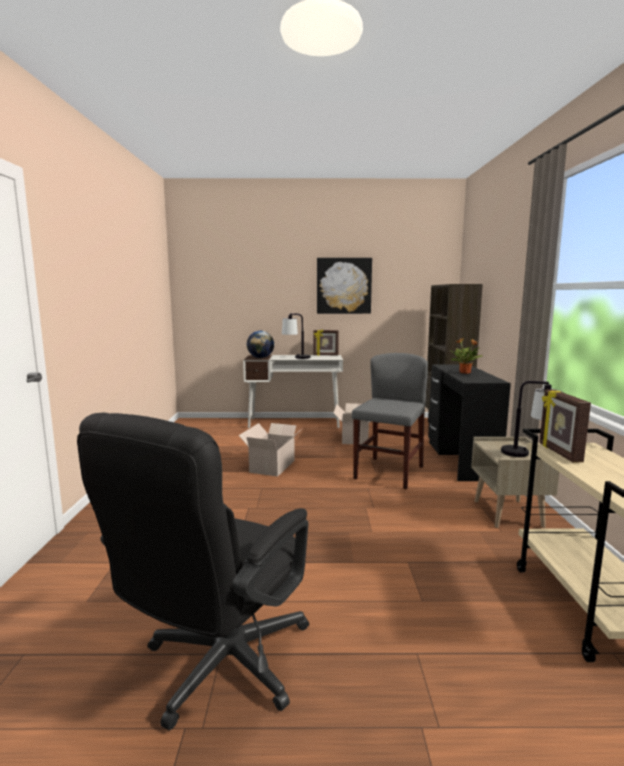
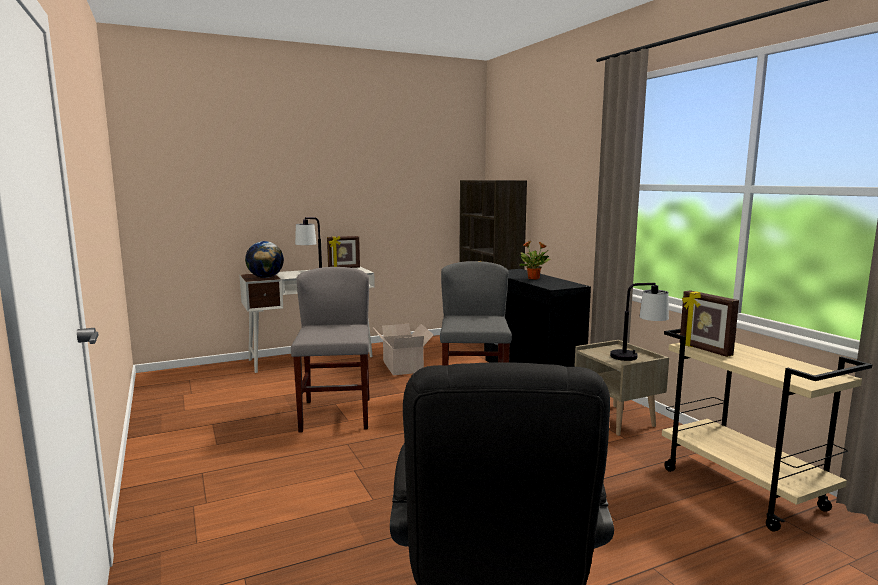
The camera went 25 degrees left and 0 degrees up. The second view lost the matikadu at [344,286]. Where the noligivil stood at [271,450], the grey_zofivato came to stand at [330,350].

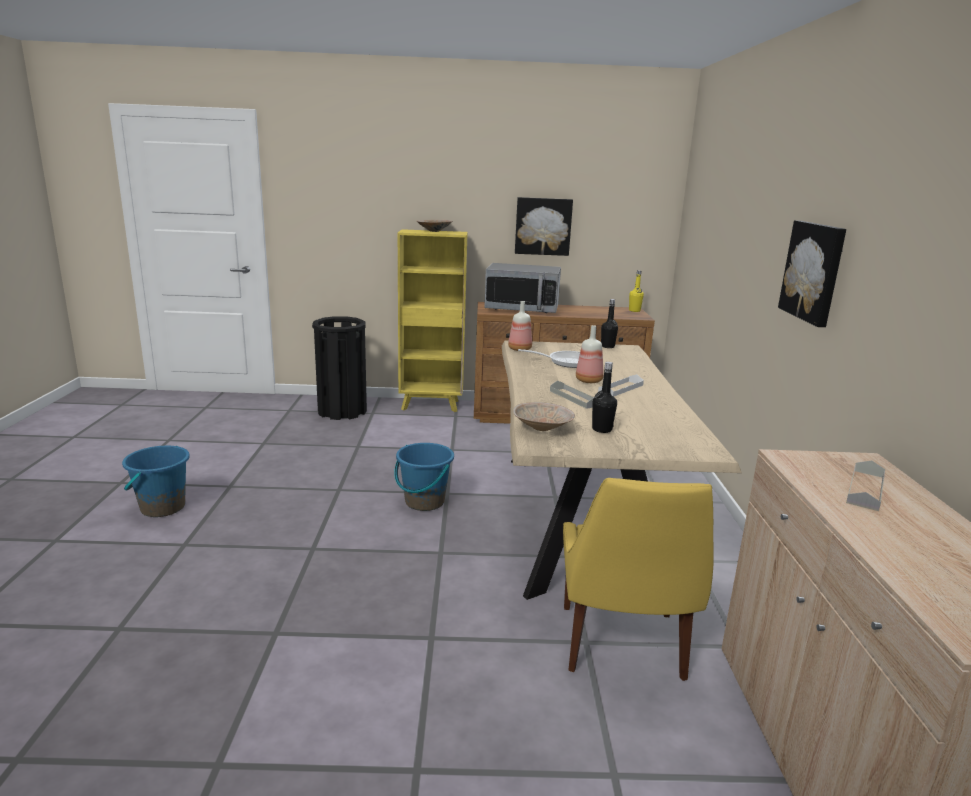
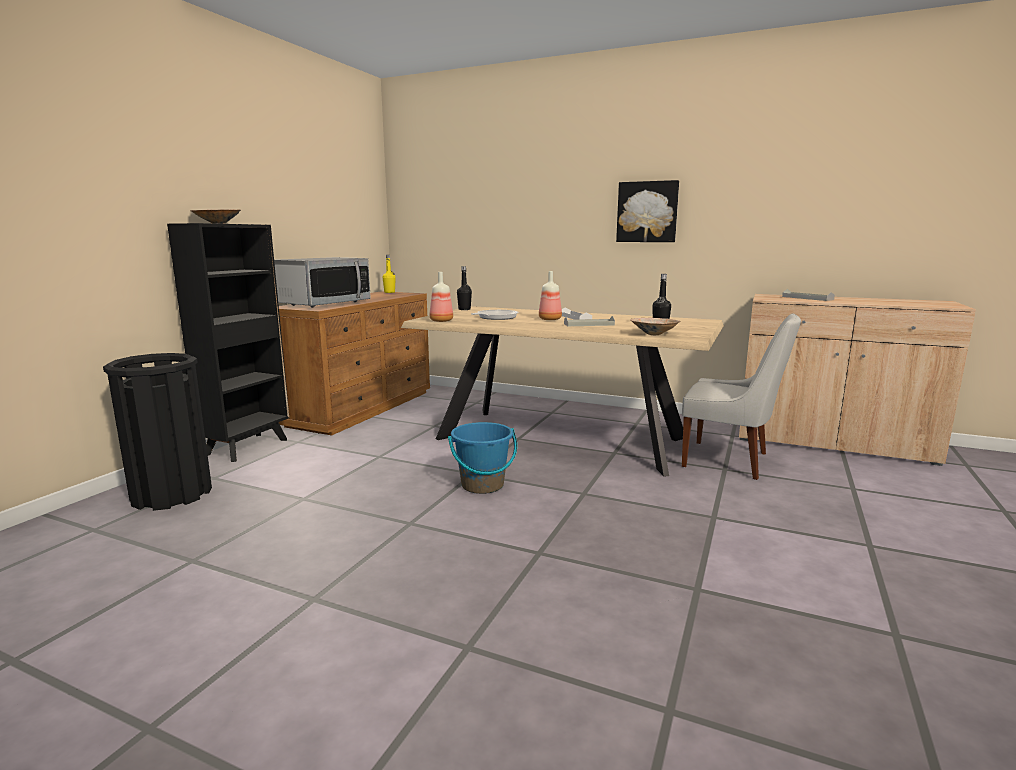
The camera went 65 degrees left and 5 degrees down. The second view lost the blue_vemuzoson at [156,481]. The second view lost the matikadu at [544,226]. What was the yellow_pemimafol at [433,320] turned into the black_pemimafol at [228,342]. What was the yellow_zofivato at [638,579] turned into the white_zofivato at [741,397].

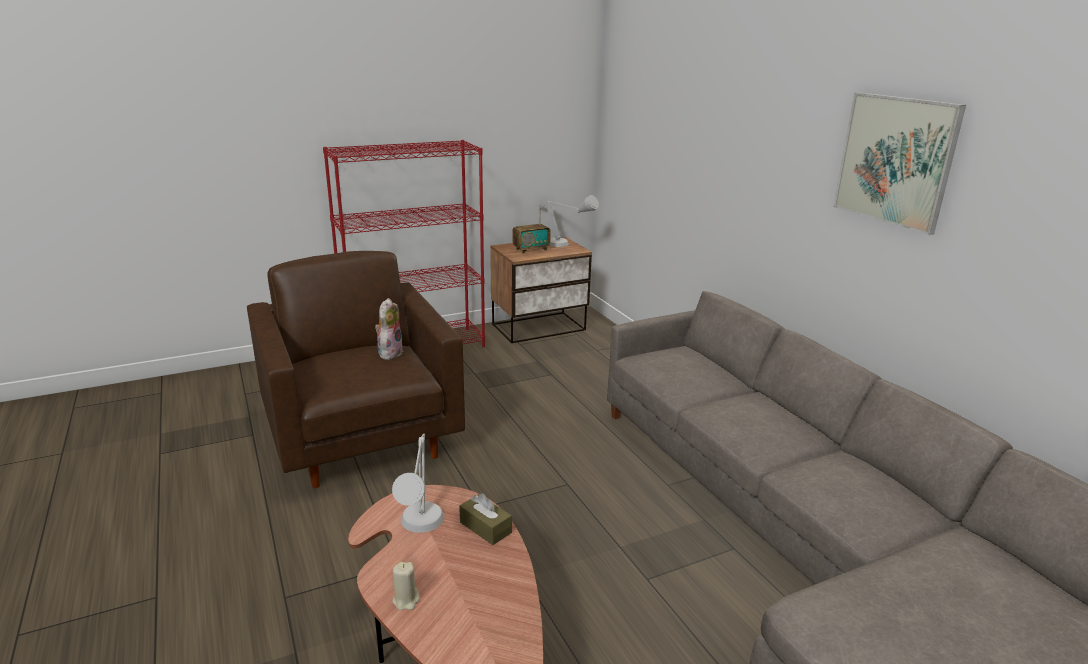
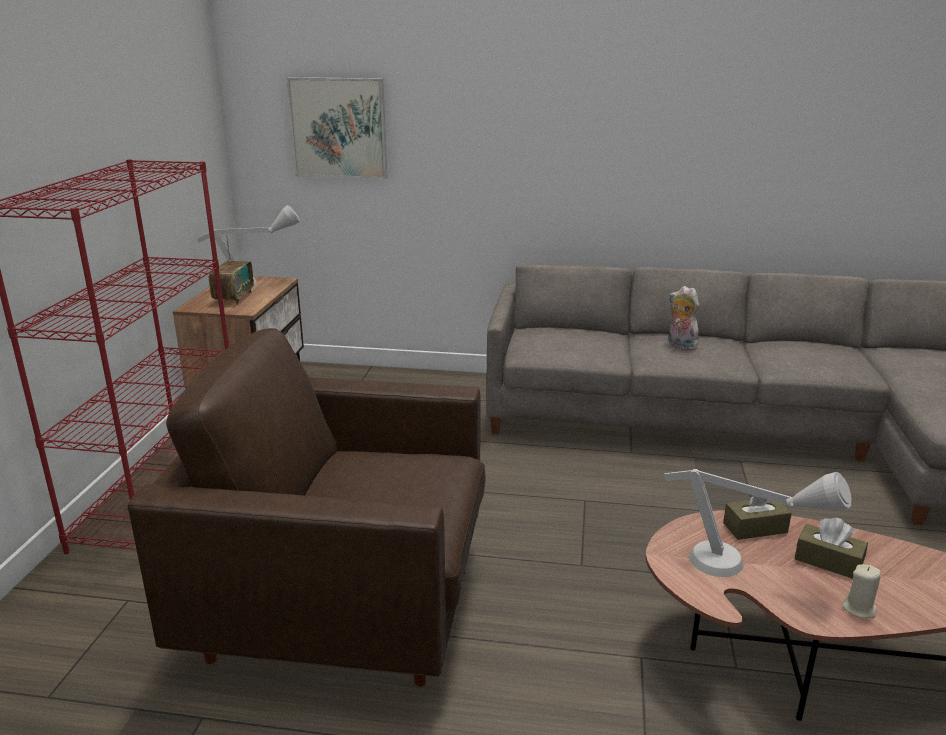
The camera went 55 degrees left and 0 degrees up. The second view gained the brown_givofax at [831,548]. The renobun ended up elsewhere, having gone from [389,329] to [683,318]. The matikadu ended up elsewhere, having gone from [899,163] to [337,128].

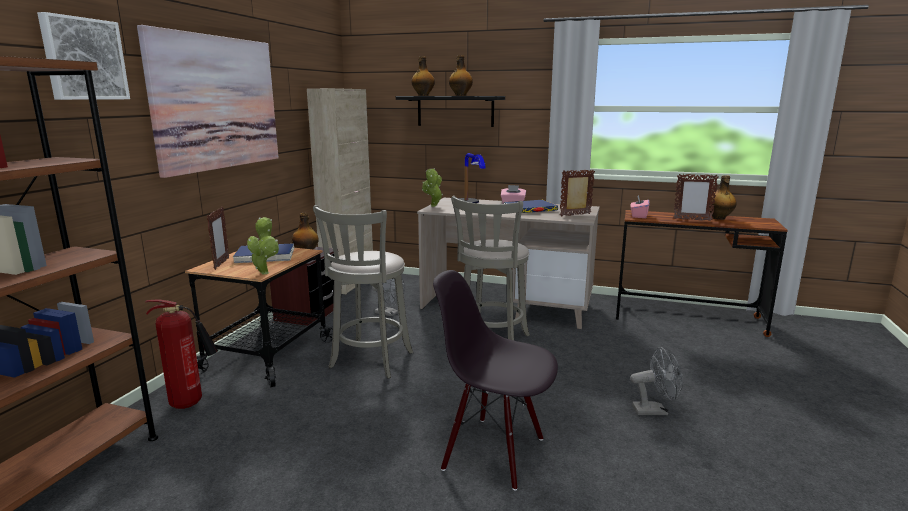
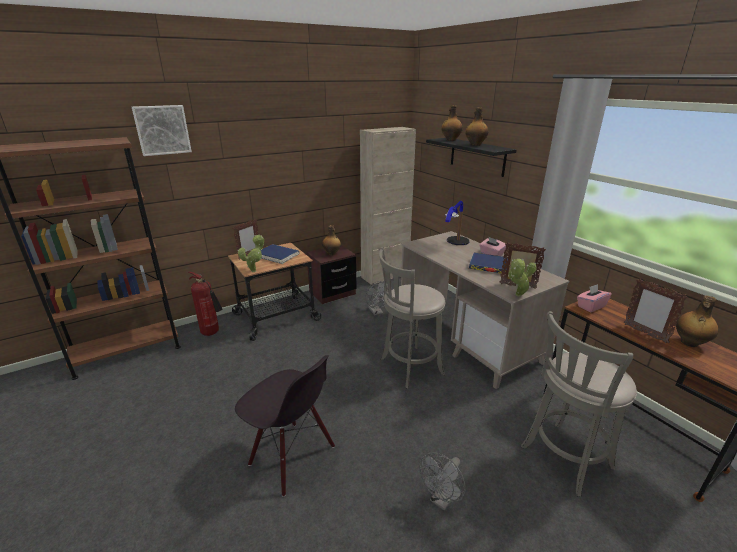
The camera went 40 degrees right and 10 degrees up. The second view lost the matikadu at [208,101]. The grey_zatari ended up elsewhere, having gone from [363,291] to [579,404]. The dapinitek ended up elsewhere, having gone from [432,187] to [522,277]. The black_zofivato at [495,380] ended up facing another way, 150 degrees clockwise from before. The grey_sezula at [656,381] ended up facing another way, 90 degrees clockwise from before.

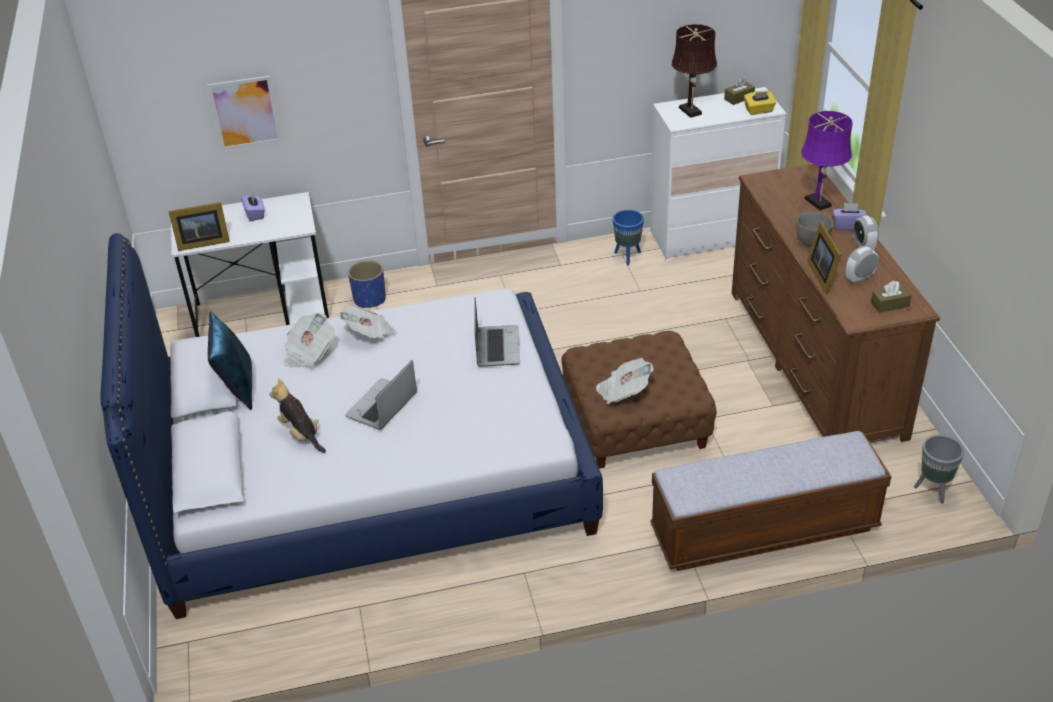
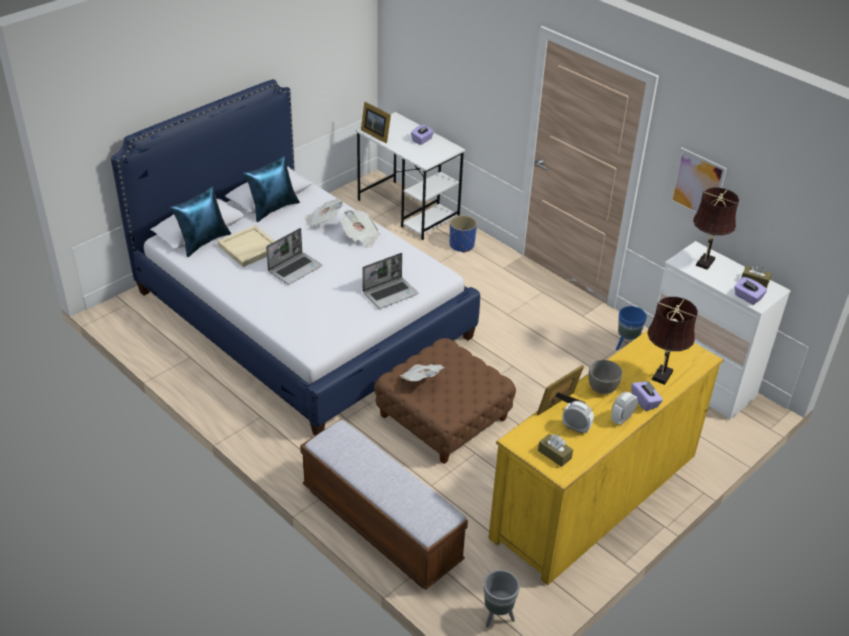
The camera went 55 degrees right and 0 degrees up. The second view gained the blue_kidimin at [200,221]. The matikadu ended up elsewhere, having gone from [244,113] to [698,180]. Where the renobun stood at [297,415], the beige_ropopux came to stand at [246,246]. What was the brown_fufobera at [836,303] turned into the yellow_fufobera at [606,457]. What was the yellow_givofax at [760,103] turned into the purple_givofax at [750,291]. What was the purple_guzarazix at [827,161] turned into the brown_guzarazix at [672,341]. The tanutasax at [381,395] ended up facing another way, 135 degrees clockwise from before.

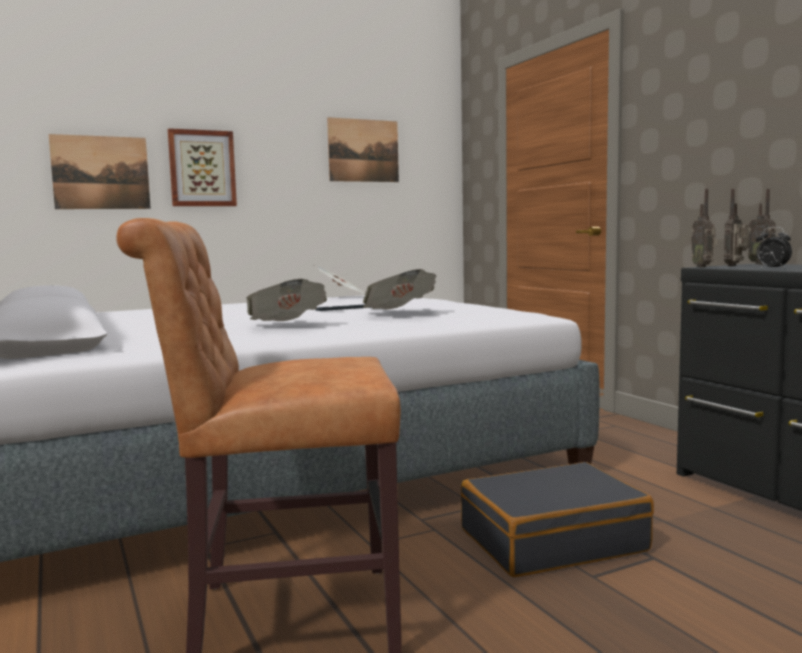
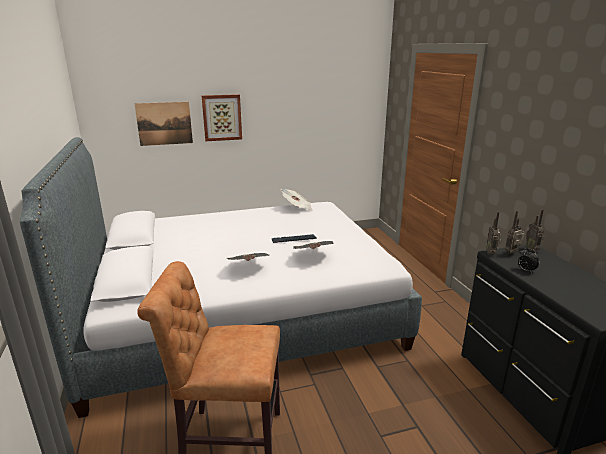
The camera went 10 degrees right and 15 degrees up. The second view lost the matikadu at [363,149]. The second view lost the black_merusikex at [557,519].

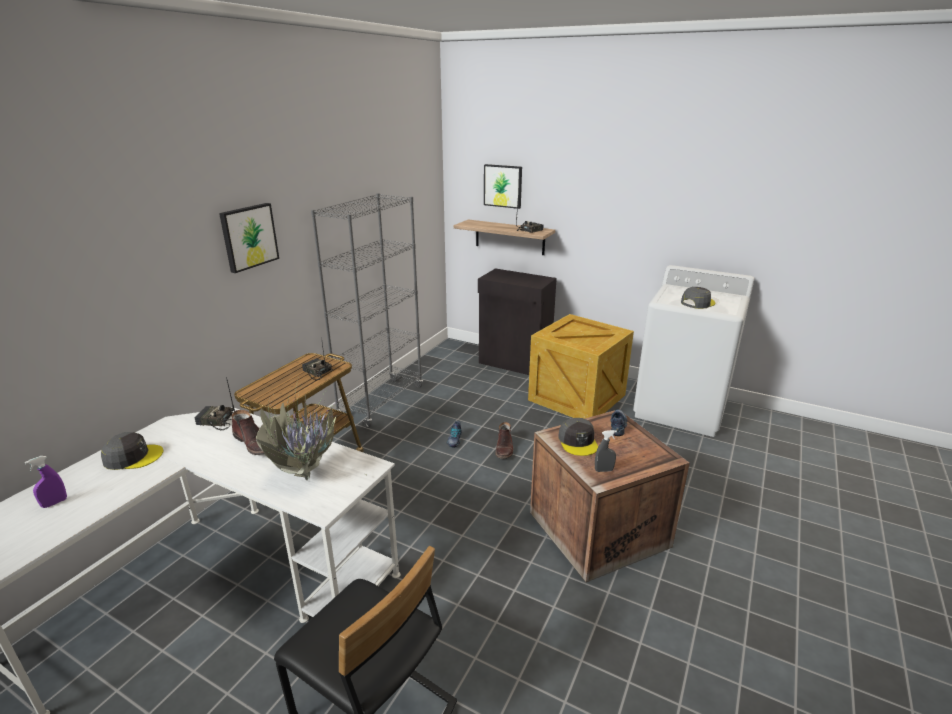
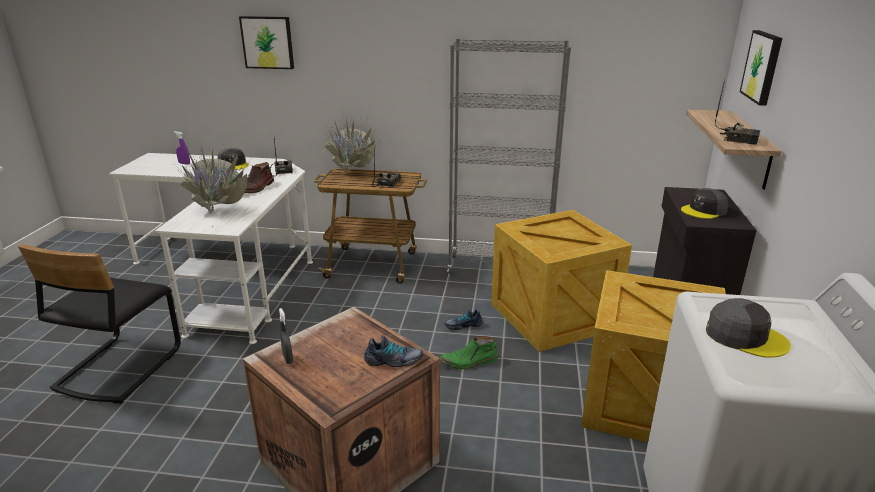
The camera went 70 degrees right and 0 degrees up. The second view gained the dapinitek at [346,148]. The second view gained the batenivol at [561,281]. The matikadu ended up elsewhere, having gone from [249,238] to [266,42]. The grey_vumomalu ended up elsewhere, having gone from [578,437] to [704,203]. What was the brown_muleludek at [504,440] turned into the green_muleludek at [469,352].

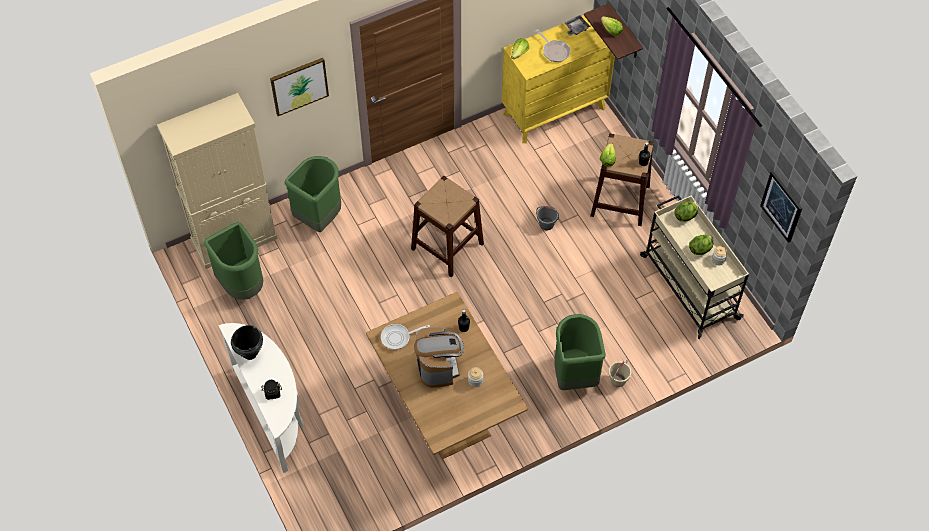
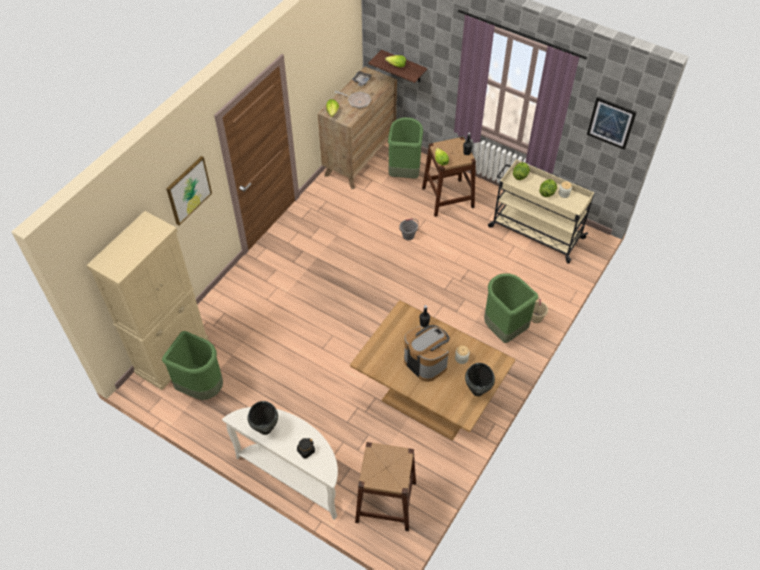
The camera went 30 degrees left and 5 degrees down. The second view lost the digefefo at [405,337]. The second view gained the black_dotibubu at [480,379]. The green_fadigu ended up elsewhere, having gone from [312,194] to [405,147]. The brown_zatari ended up elsewhere, having gone from [447,226] to [385,486]. What was the yellow_fufobera at [558,79] turned into the brown_fufobera at [357,127].

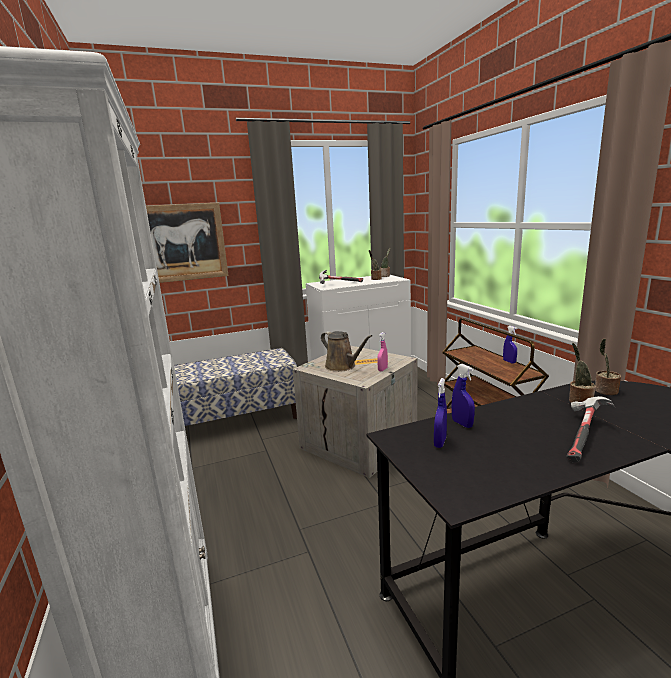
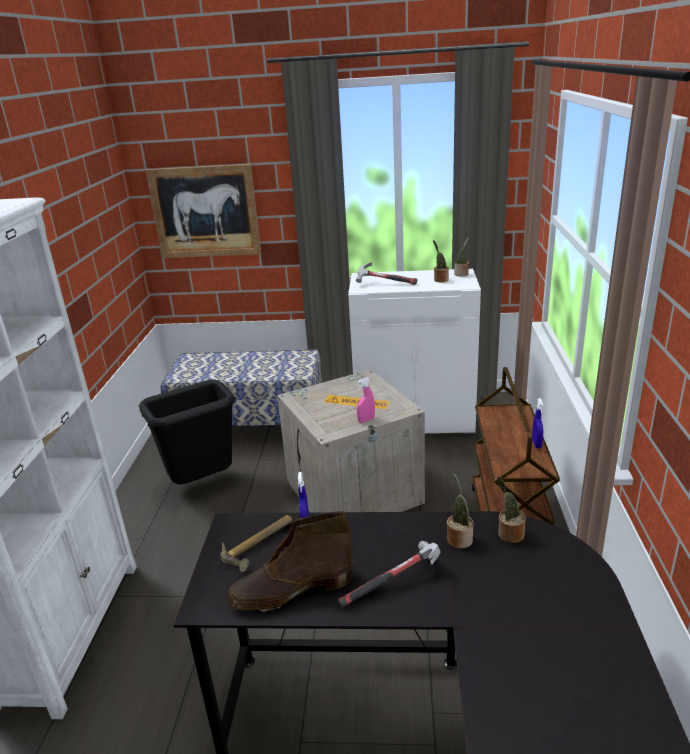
The camera went 25 degrees right and 10 degrees up. The second view lost the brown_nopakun at [346,351]. The second view gained the black_fadigu at [187,431]. The second view gained the brown_muleludek at [290,561]. Where the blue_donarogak stood at [440,413], the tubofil came to stand at [256,543].

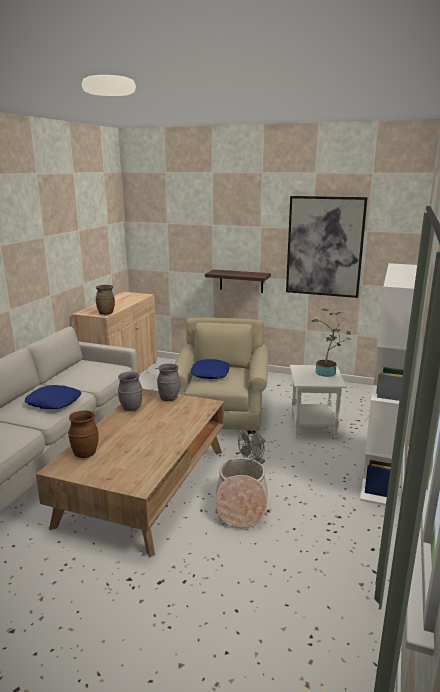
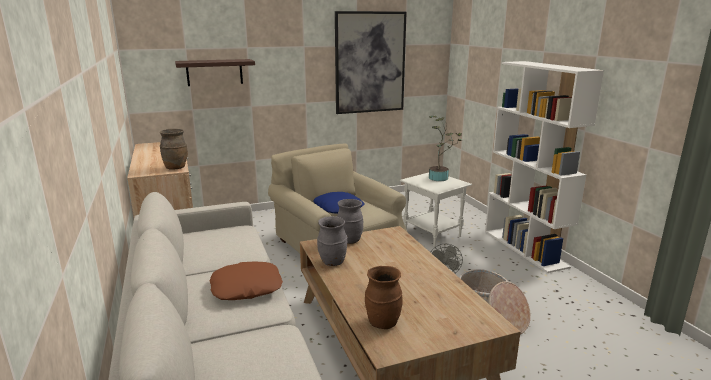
The camera went 40 degrees left and 0 degrees up. The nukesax ended up elsewhere, having gone from [238,281] to [215,72]. What was the blue_kidimin at [53,397] turned into the brown_kidimin at [246,280].

